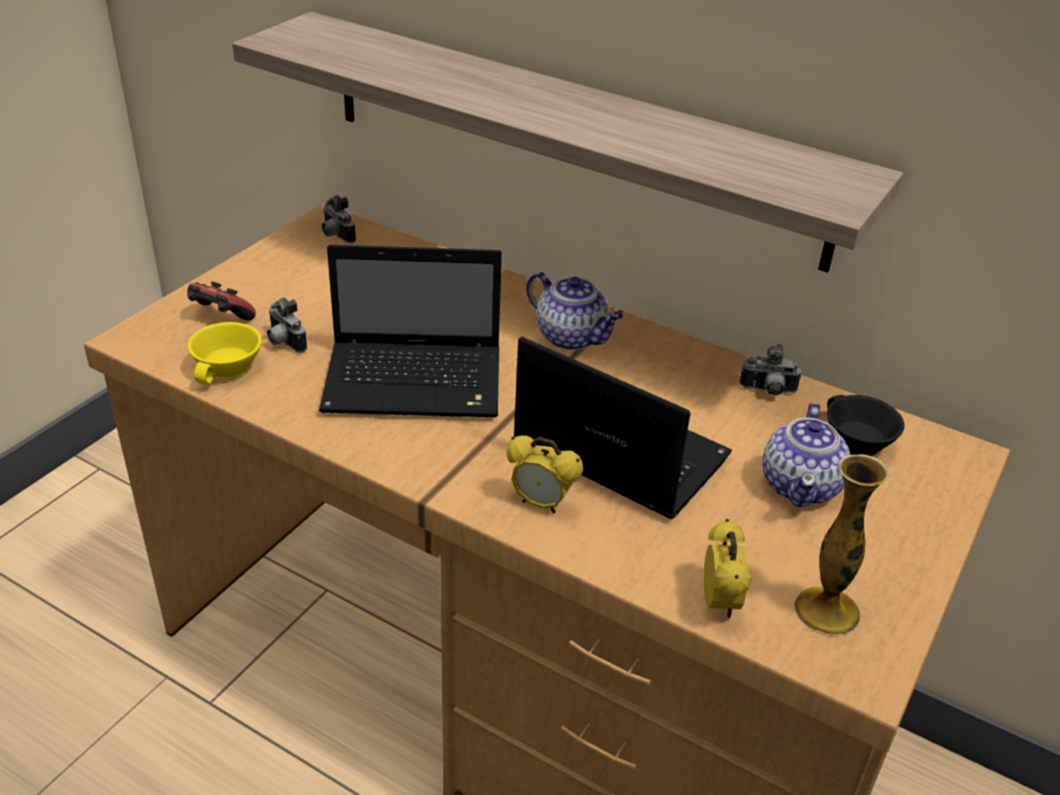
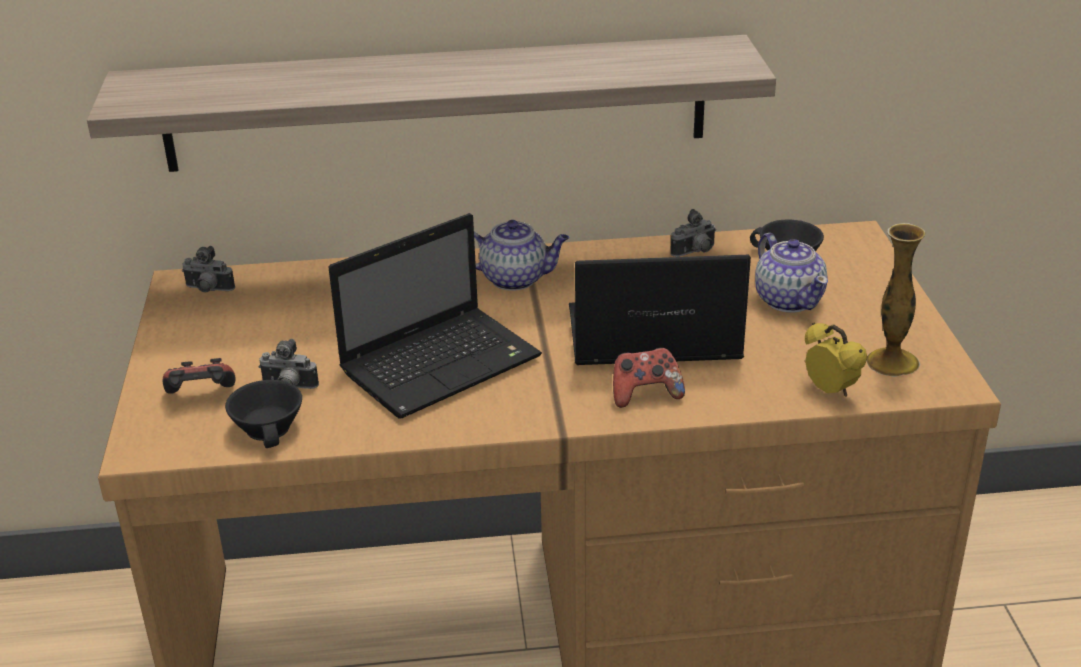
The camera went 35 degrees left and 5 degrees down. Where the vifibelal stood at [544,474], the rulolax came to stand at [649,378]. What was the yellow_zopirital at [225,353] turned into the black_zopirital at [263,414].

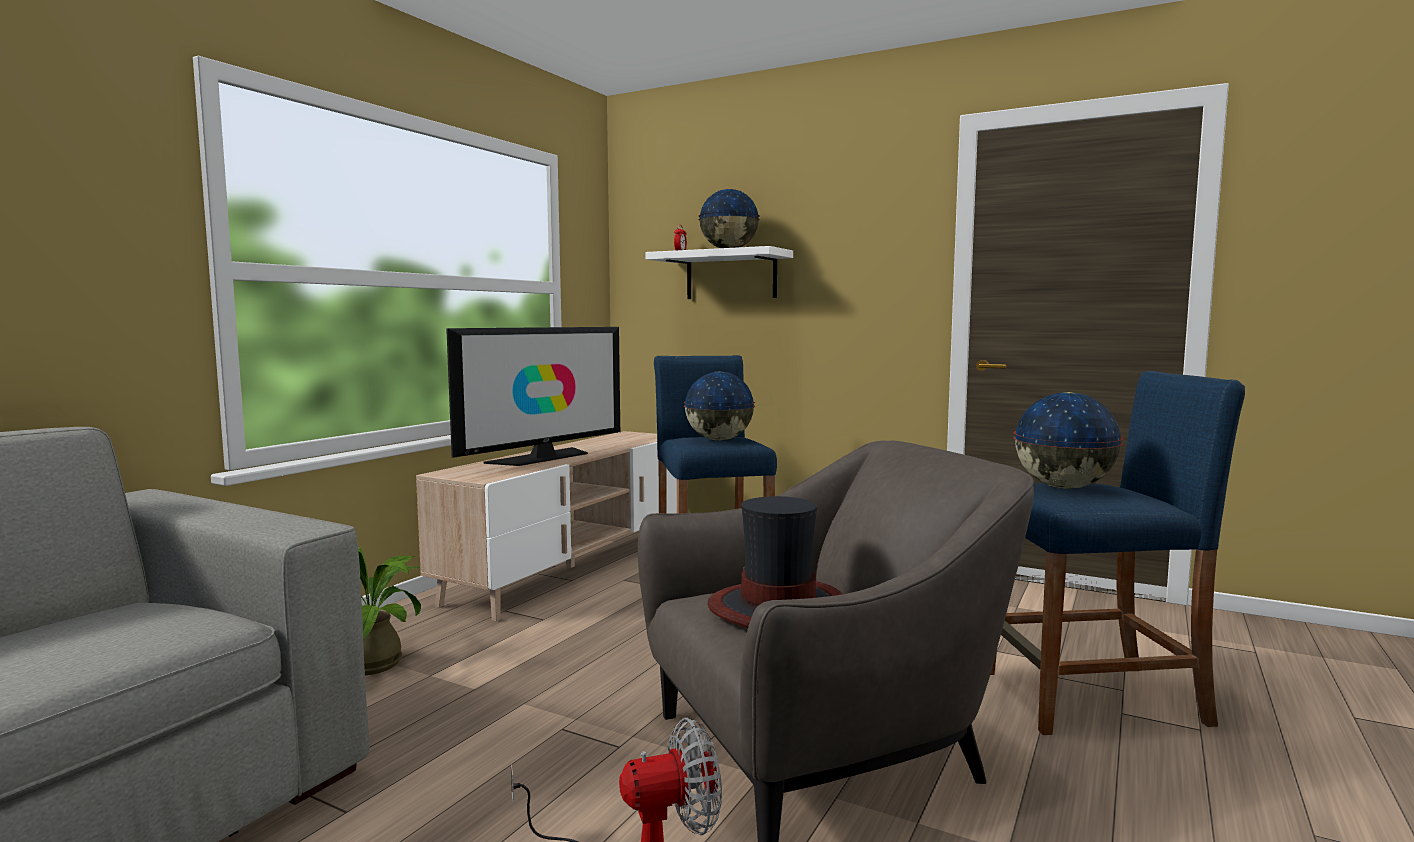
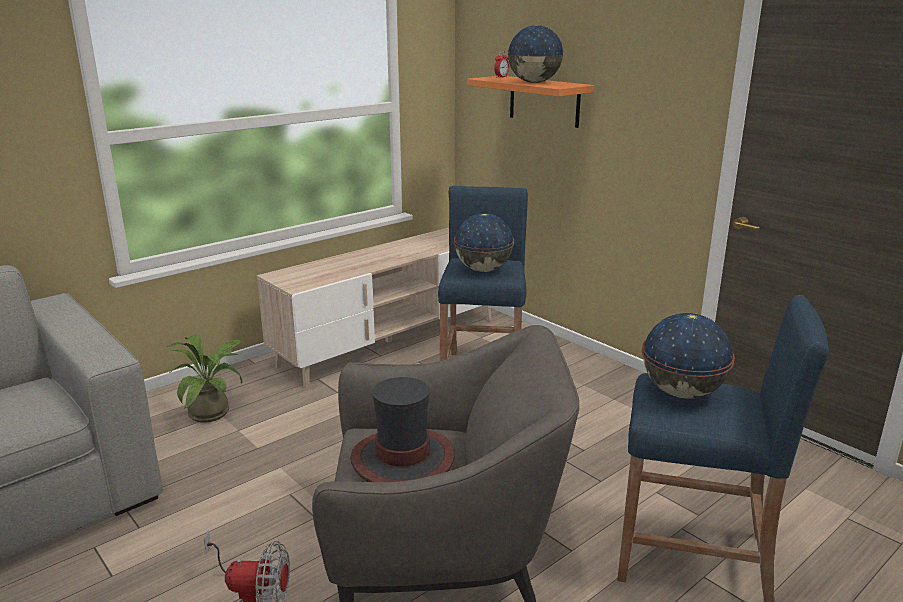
The camera went 20 degrees right and 15 degrees up. The second view lost the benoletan at [533,396]. What was the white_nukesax at [719,272] turned into the orange_nukesax at [530,102].

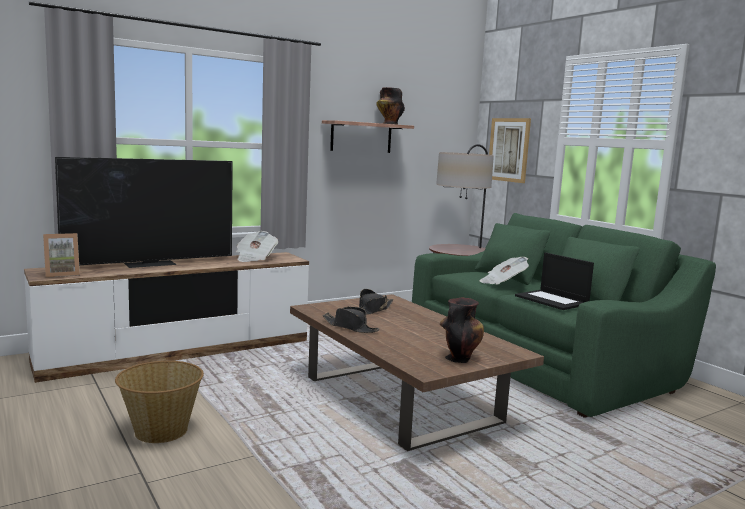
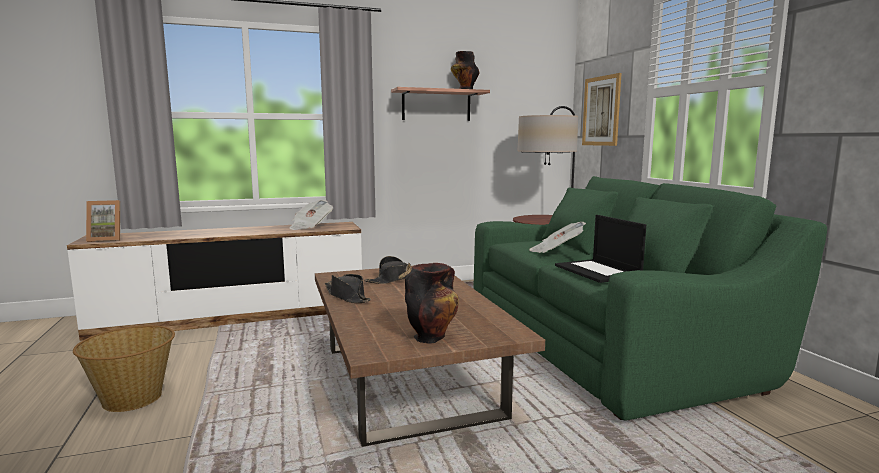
The camera went 15 degrees right and 0 degrees up. The second view lost the benoletan at [144,212].

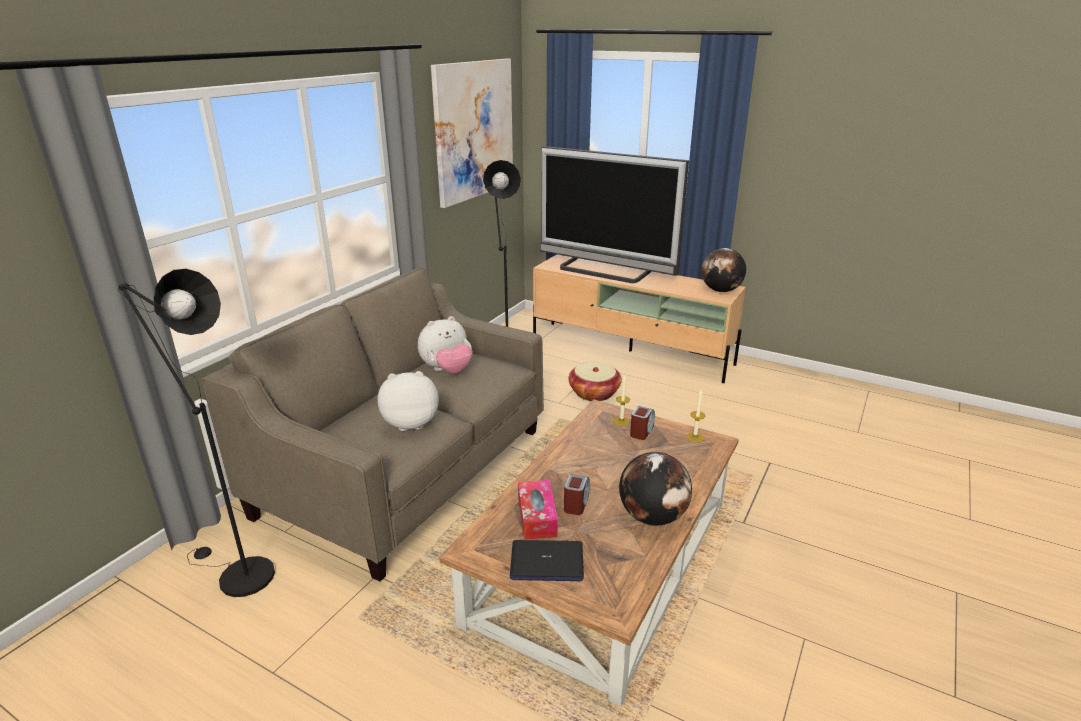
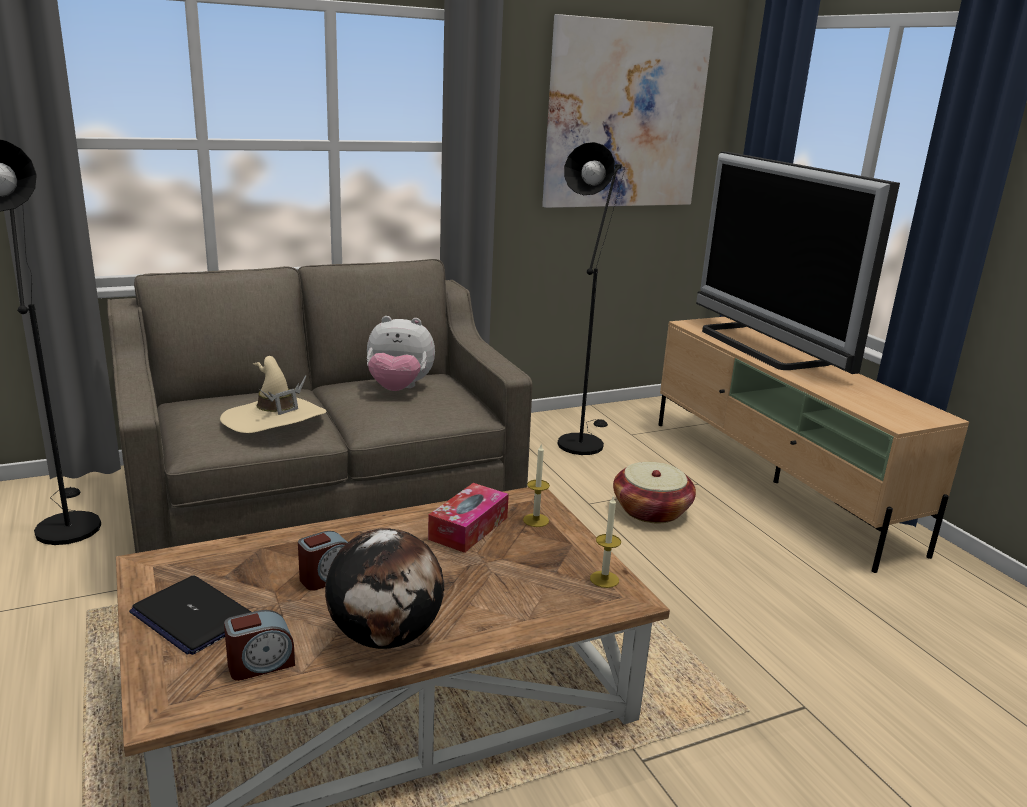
The camera went 35 degrees right and 5 degrees down. The second view lost the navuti at [724,270]. The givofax ended up elsewhere, having gone from [538,510] to [468,518]. The vifibelal ended up elsewhere, having gone from [642,423] to [259,645]. Where the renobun stood at [408,401], the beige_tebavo came to stand at [273,394].

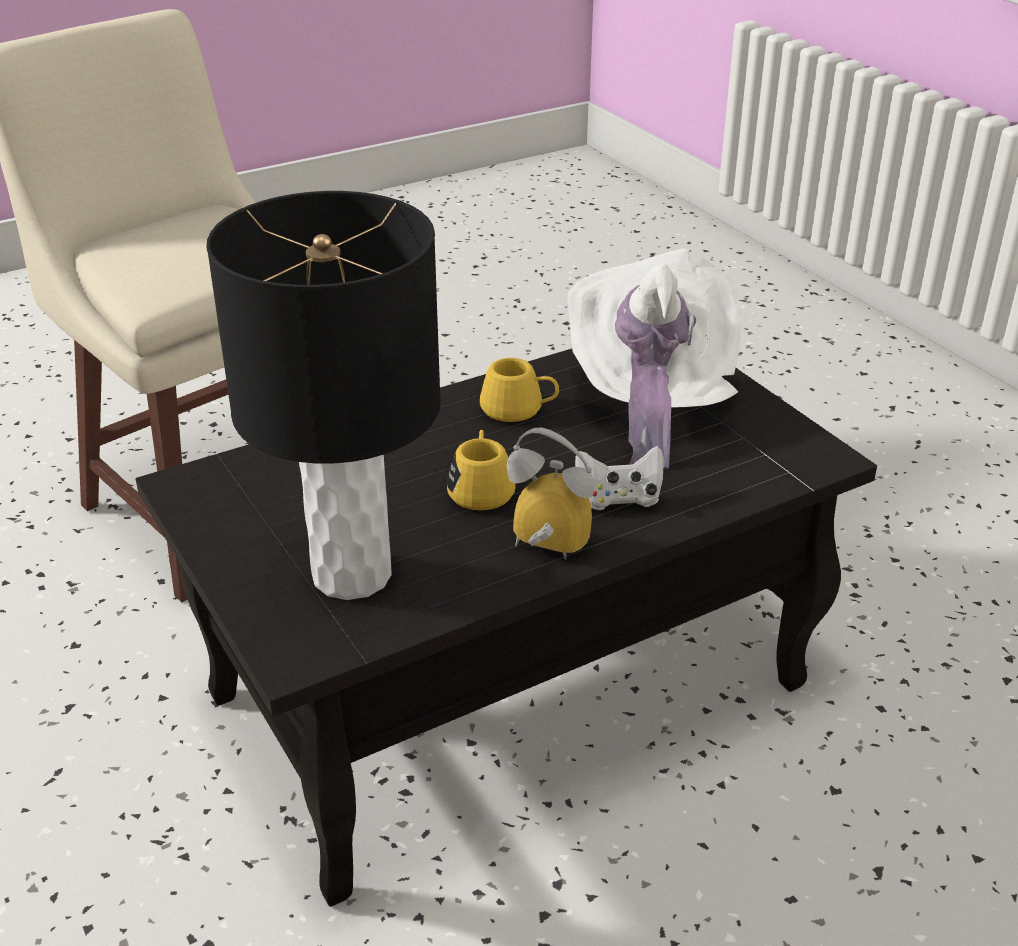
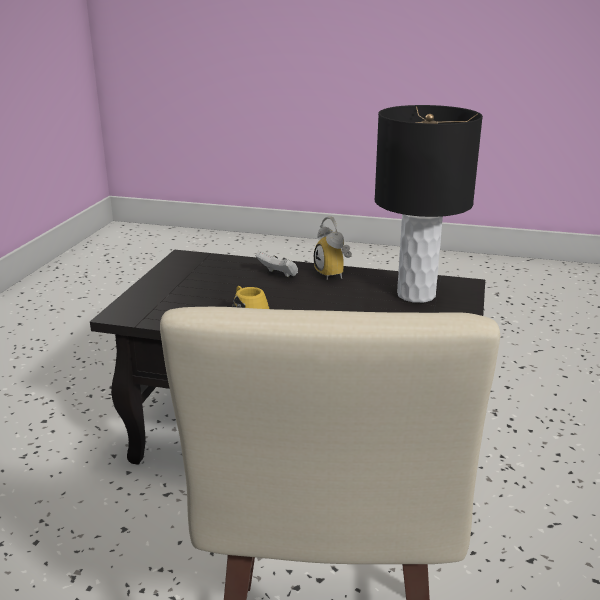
The camera went 135 degrees left and 10 degrees down. The second view lost the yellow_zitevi at [481,470]. The second view lost the white_tebavo at [654,358].

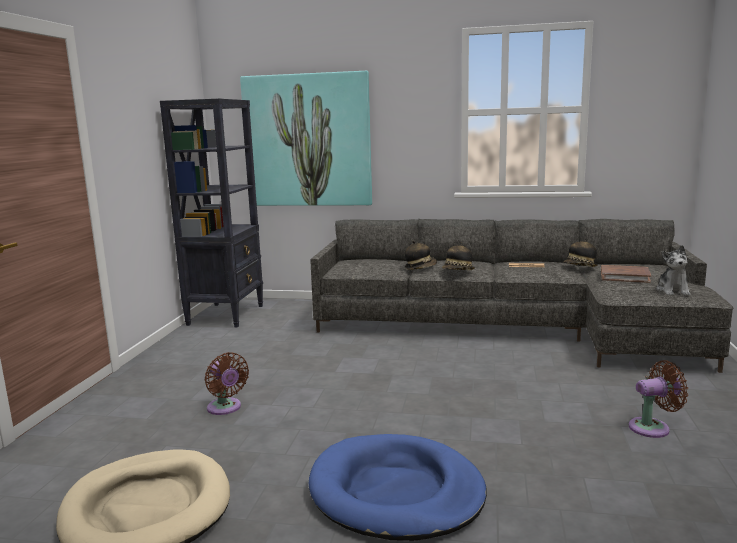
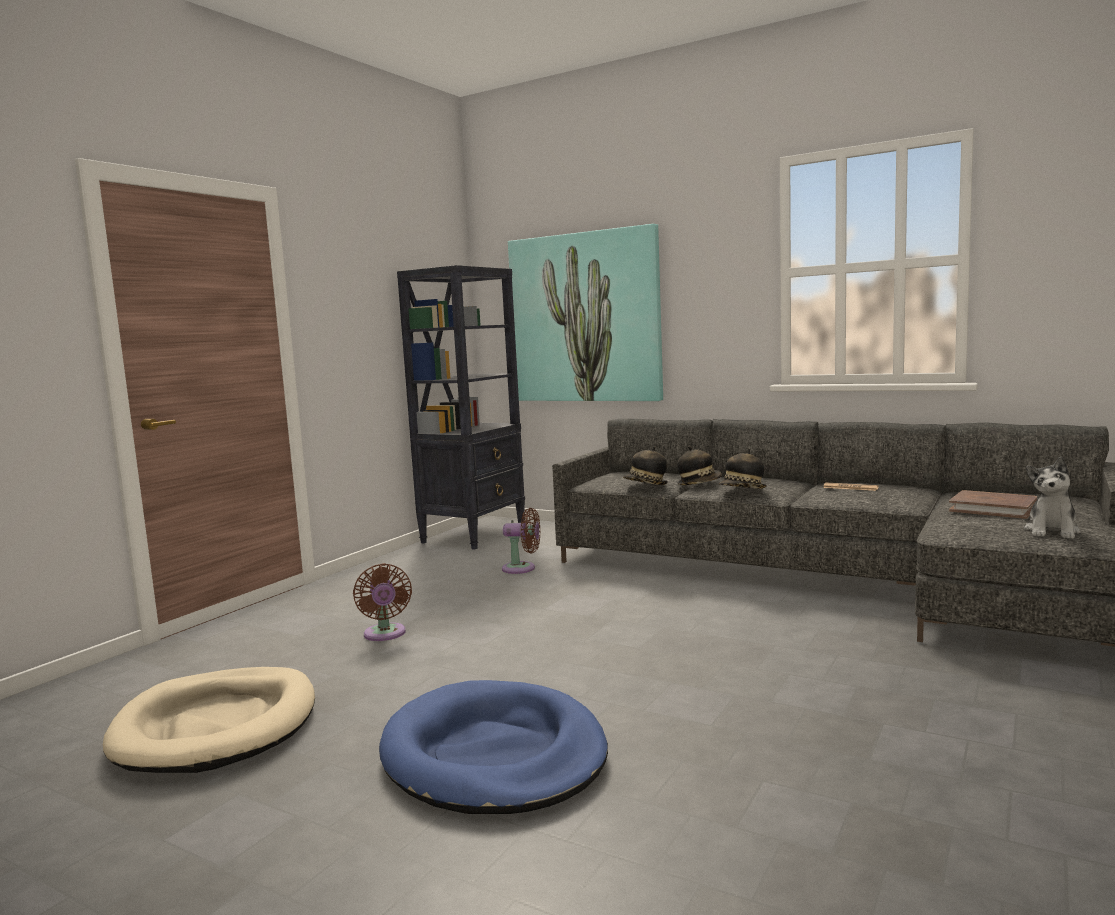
The camera went 20 degrees right and 5 degrees down. The tebavo ended up elsewhere, having gone from [581,252] to [645,465]. The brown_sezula ended up elsewhere, having gone from [658,399] to [521,541].

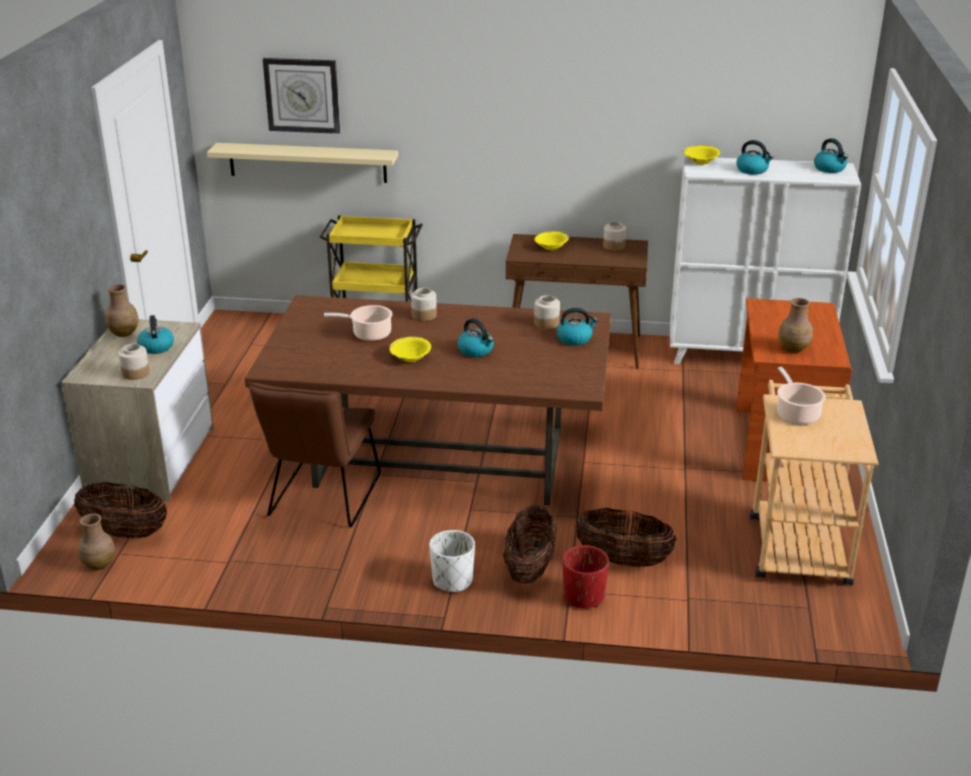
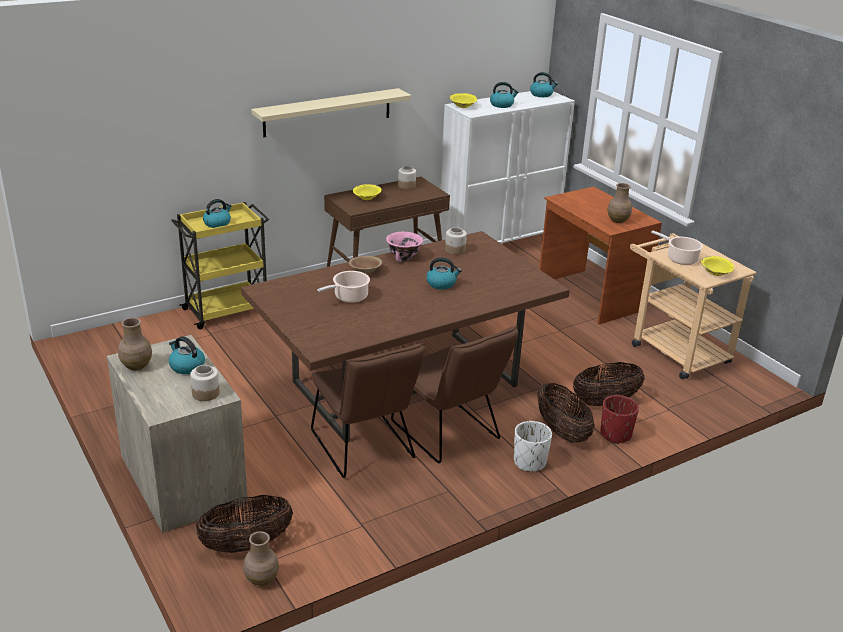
The camera went 40 degrees left and 0 degrees up. The second view lost the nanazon at [301,96]. The second view gained the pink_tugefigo at [404,247]. The second view gained the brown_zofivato at [454,394]. The beige_nukesax ended up elsewhere, having gone from [302,163] to [331,112]. The yellow_tugefigo ended up elsewhere, having gone from [410,349] to [717,266]. The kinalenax ended up elsewhere, having gone from [577,327] to [217,213]. Where the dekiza stood at [424,304], the brown_tugefigo came to stand at [365,265].

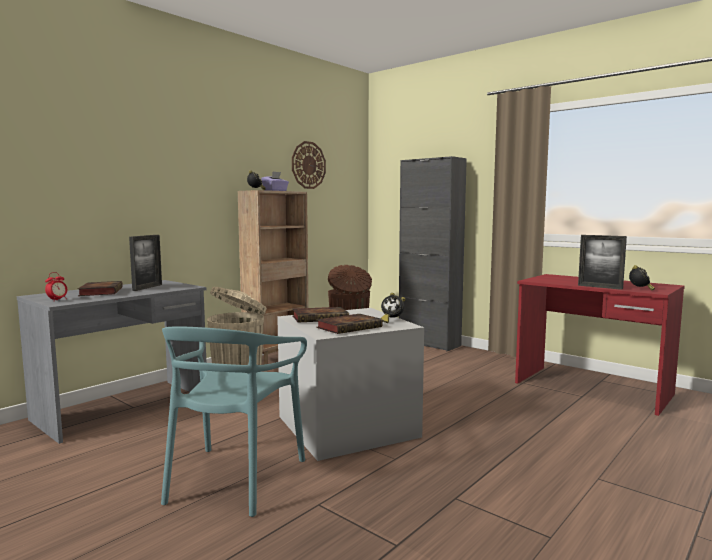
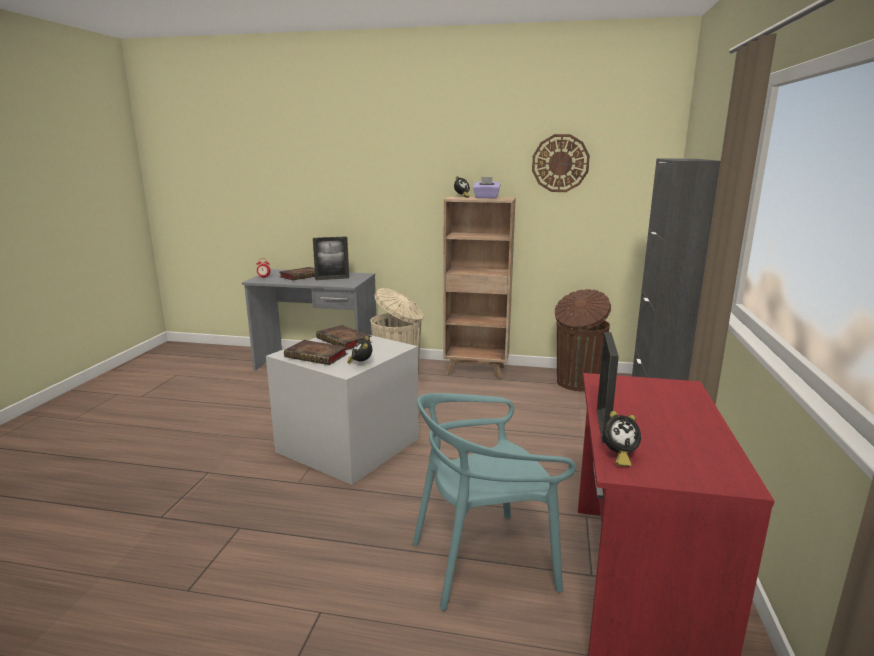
The camera went 60 degrees right and 10 degrees up. The turquoise_zofivato ended up elsewhere, having gone from [234,421] to [494,502].

